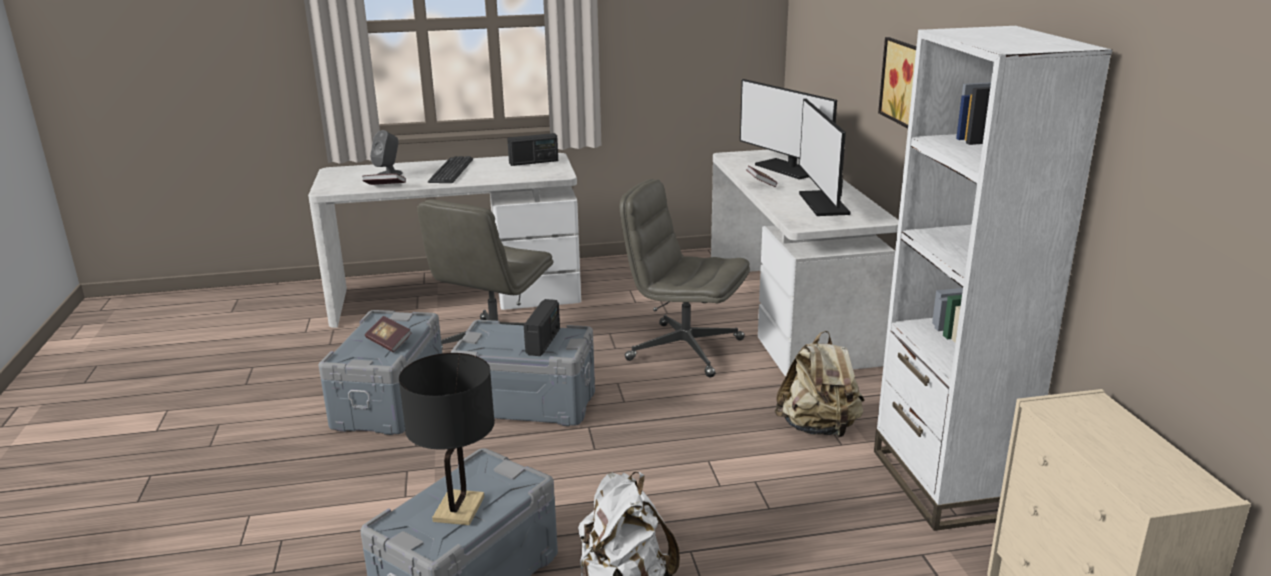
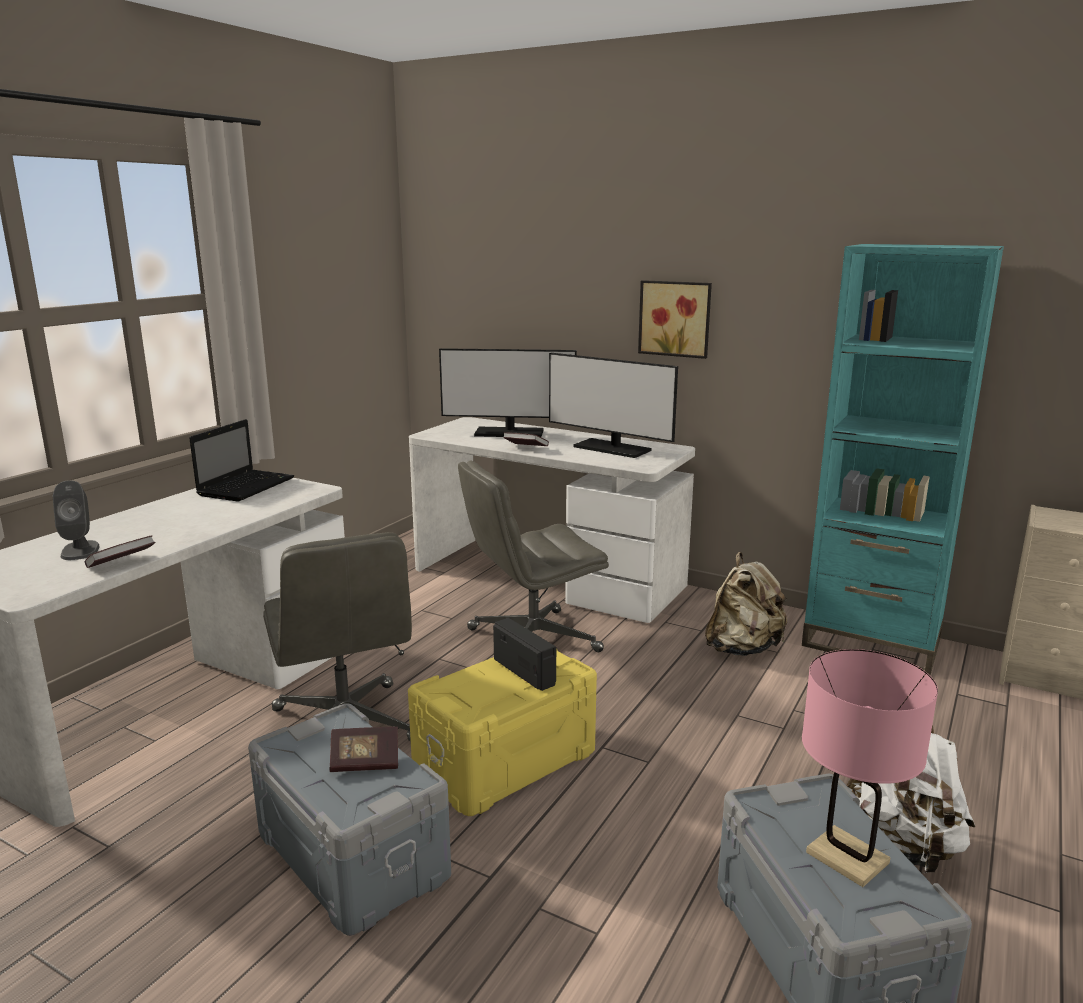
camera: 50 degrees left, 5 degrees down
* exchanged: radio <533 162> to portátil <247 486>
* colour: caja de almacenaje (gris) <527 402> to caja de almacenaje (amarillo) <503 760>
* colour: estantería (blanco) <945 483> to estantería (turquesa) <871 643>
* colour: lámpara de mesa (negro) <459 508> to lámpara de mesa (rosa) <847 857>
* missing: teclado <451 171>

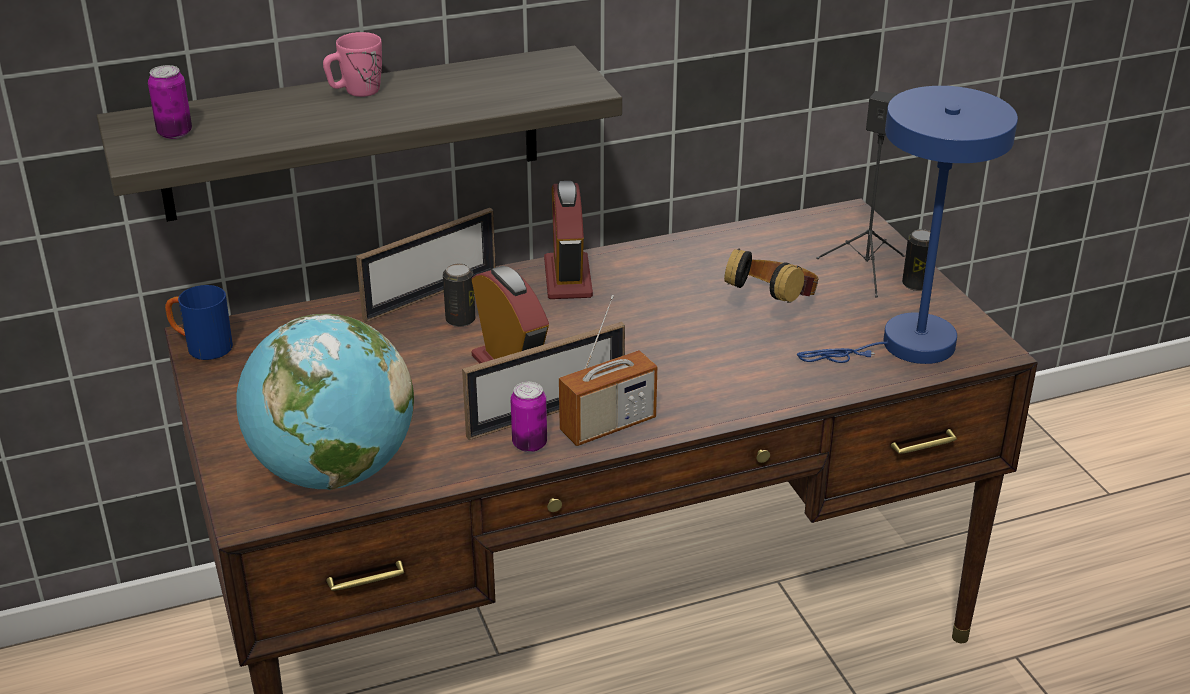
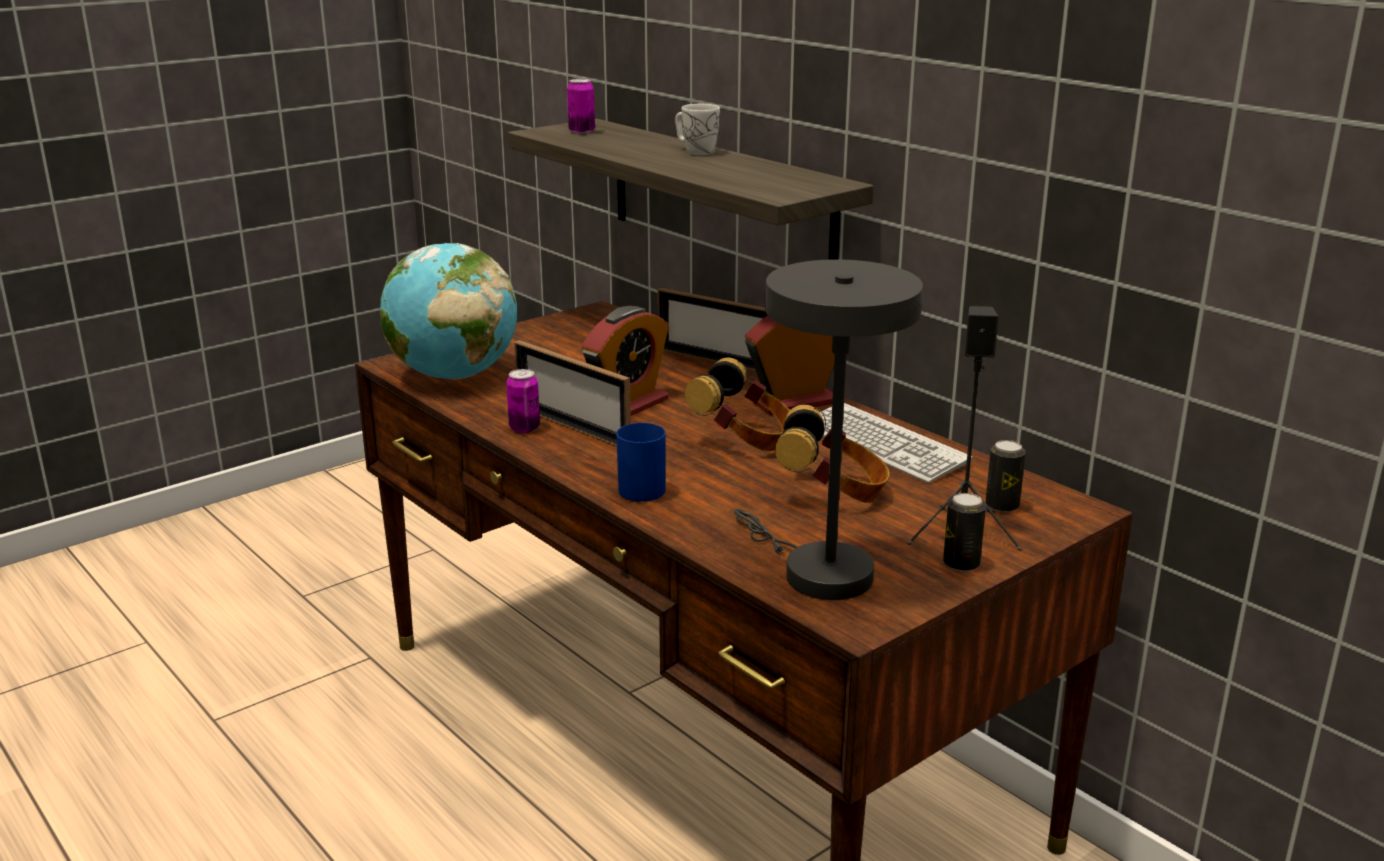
camera: 70 degrees right, 10 degrees down
* relocated: taza grande (azul) <201 347> to <641 487>
* colour: taza grande (rosa) <355 91> to taza grande (blanco) <695 151>
* appeared: auriculares <744 440>
* colour: lámpara de mesa (azul) <906 346> to lámpara de mesa (gris) <817 571>
* appeared: teclado <882 445>
* relocated: lata <460 320> to <1002 506>
* missing: radio <608 425>

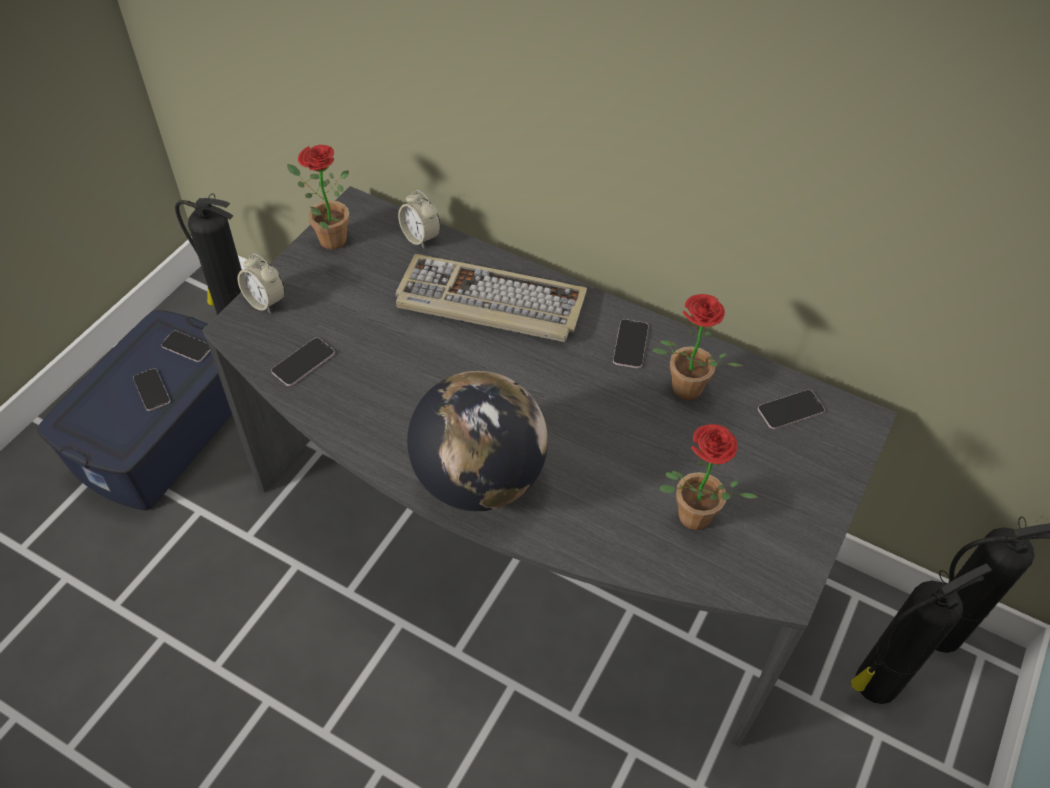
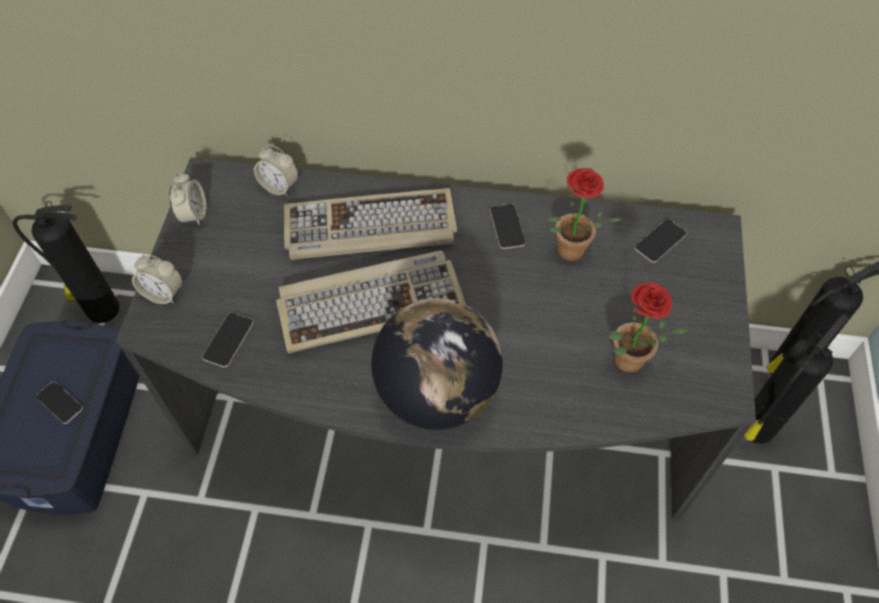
camera: 20 degrees left, 5 degrees up
* exchanged: planta en maceta <327 239> to despertador <193 214>
* appeared: teclado <371 303>
* missing: móvil <187 347>

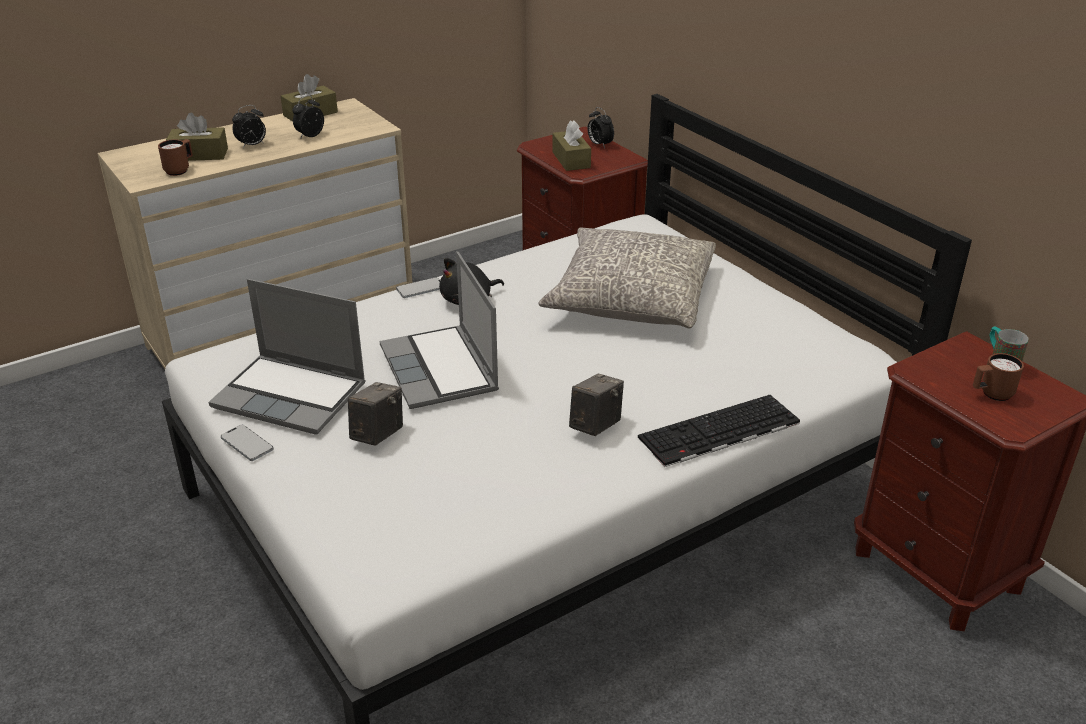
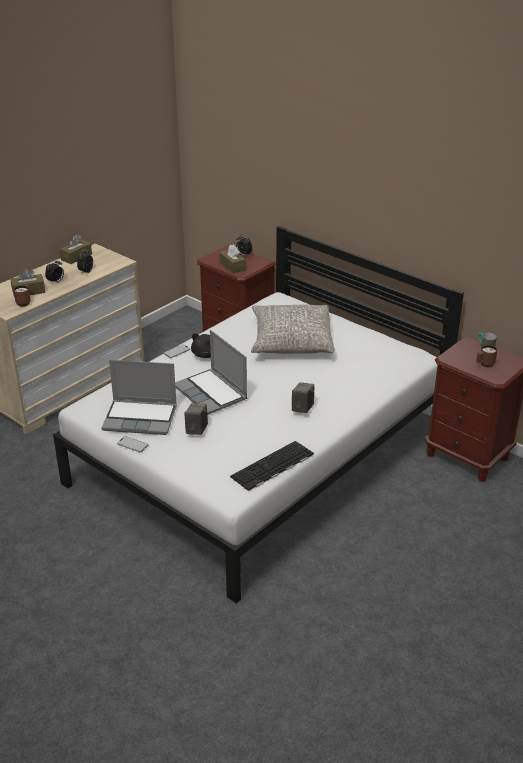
camera: 15 degrees left, 0 degrees up
* relocated: teclado <719 432> to <272 466>

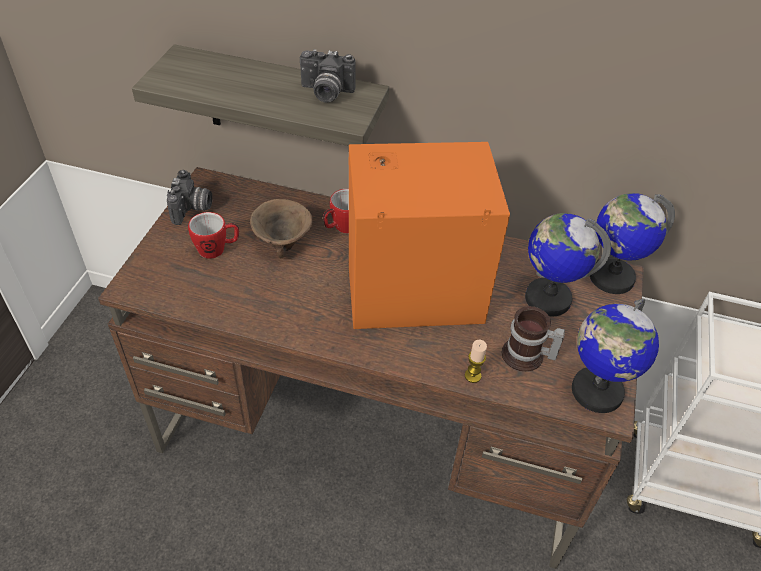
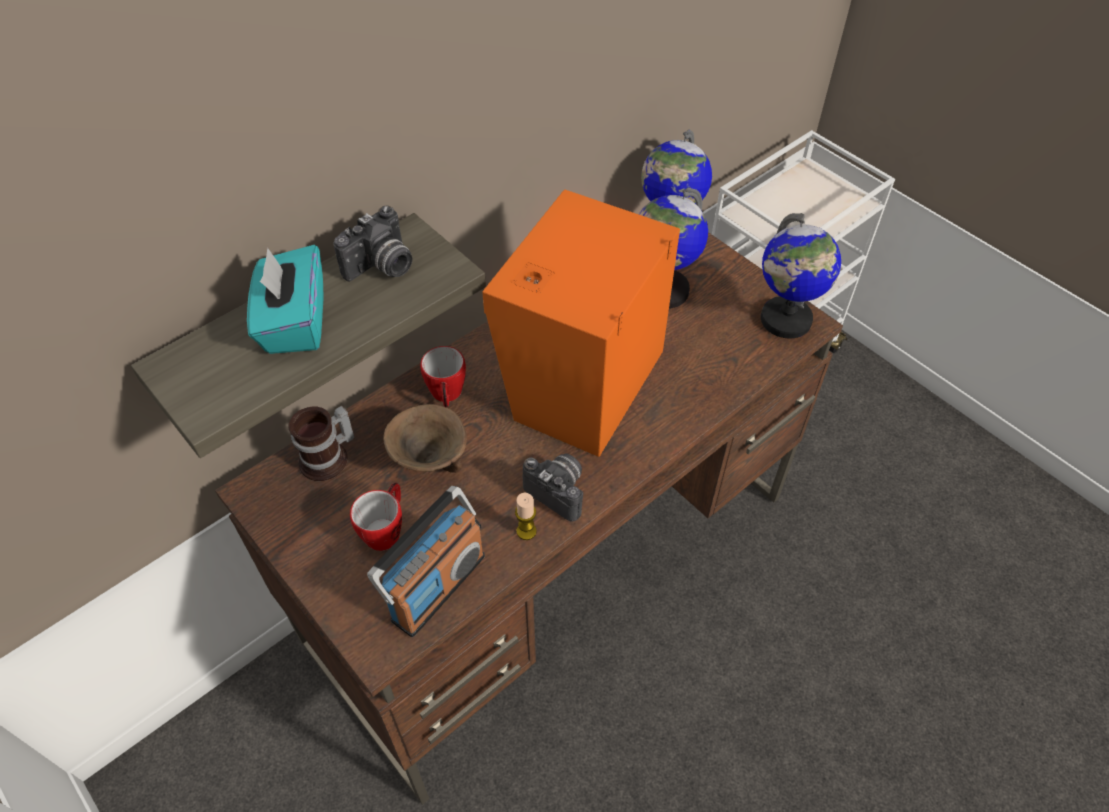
camera: 55 degrees left, 5 degrees up
* appeared: caja de pañuelos (turquesa) <294 323>
* relocated: taza grande <526 357> to <329 459>
* appeared: radio <437 587>
* relocated: vela <472 376> to <526 531>
* relocated: cámara <192 209> to <560 491>

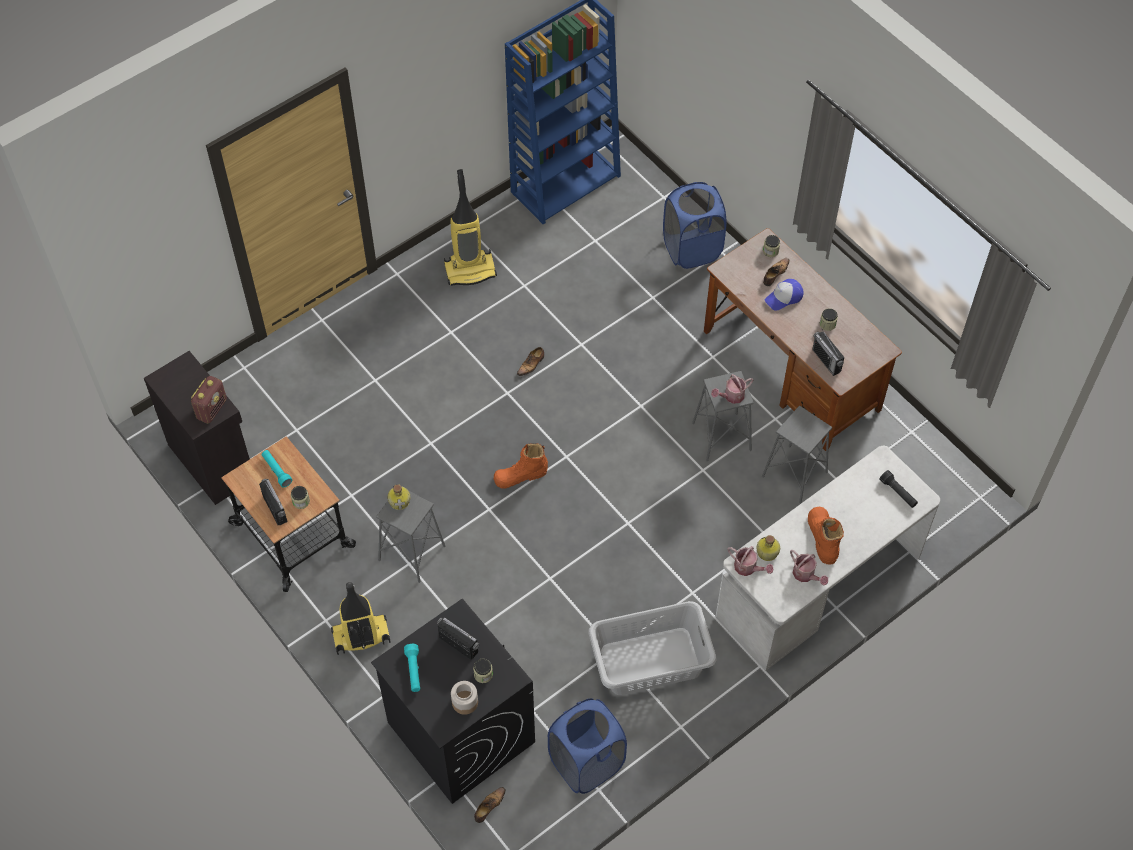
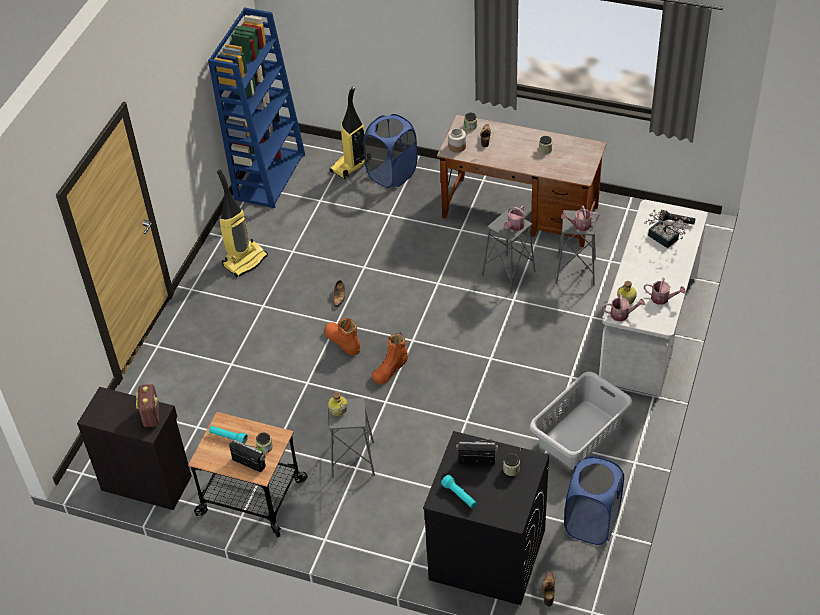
camera: 30 degrees left, 10 degrees down
* relocated: bota (naranja) <822 537> to <342 341>
* relocated: aspiradora <361 637> to <351 166>
* relocated: tarro <465 702> to <457 146>
* appeared: regadera <579 225>
* appeared: planta en maceta <665 239>
* missing: gorra <784 297>
* missing: radio <826 360>

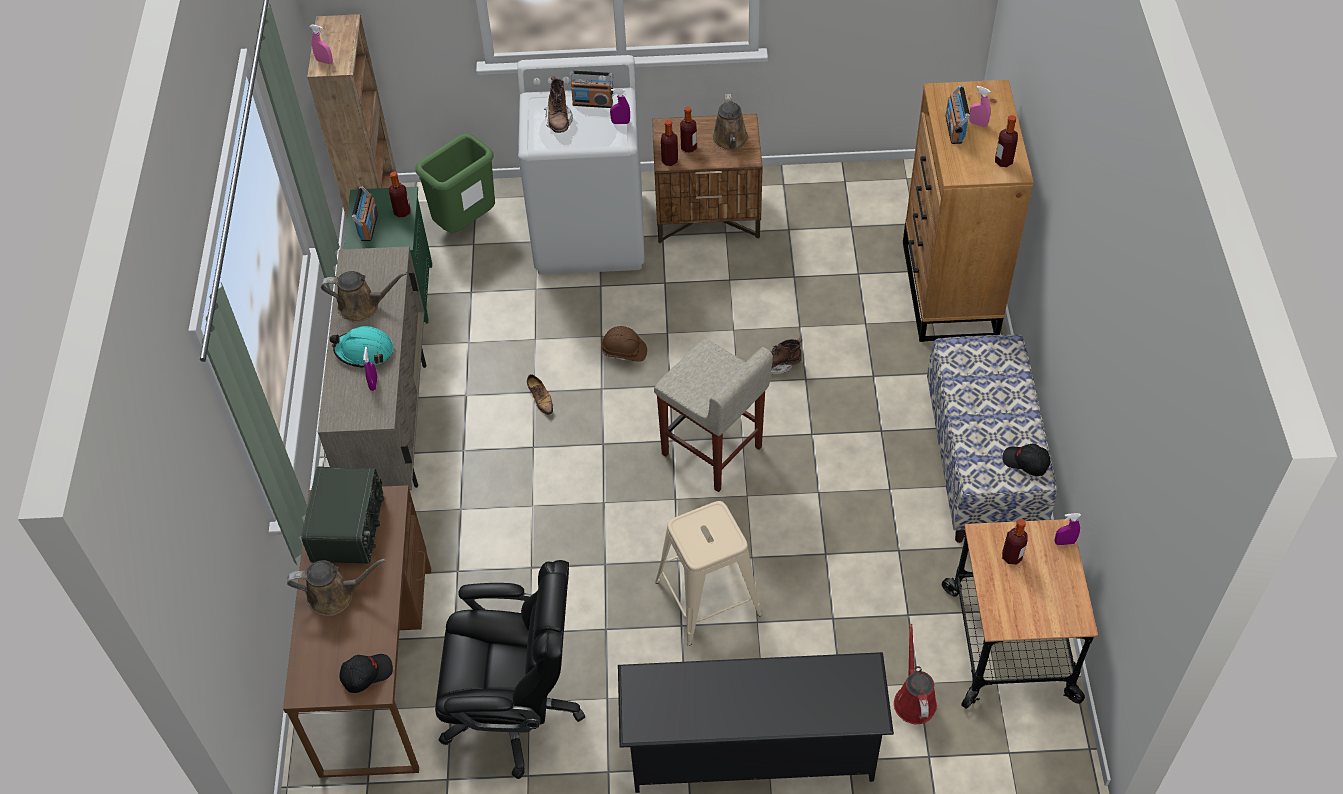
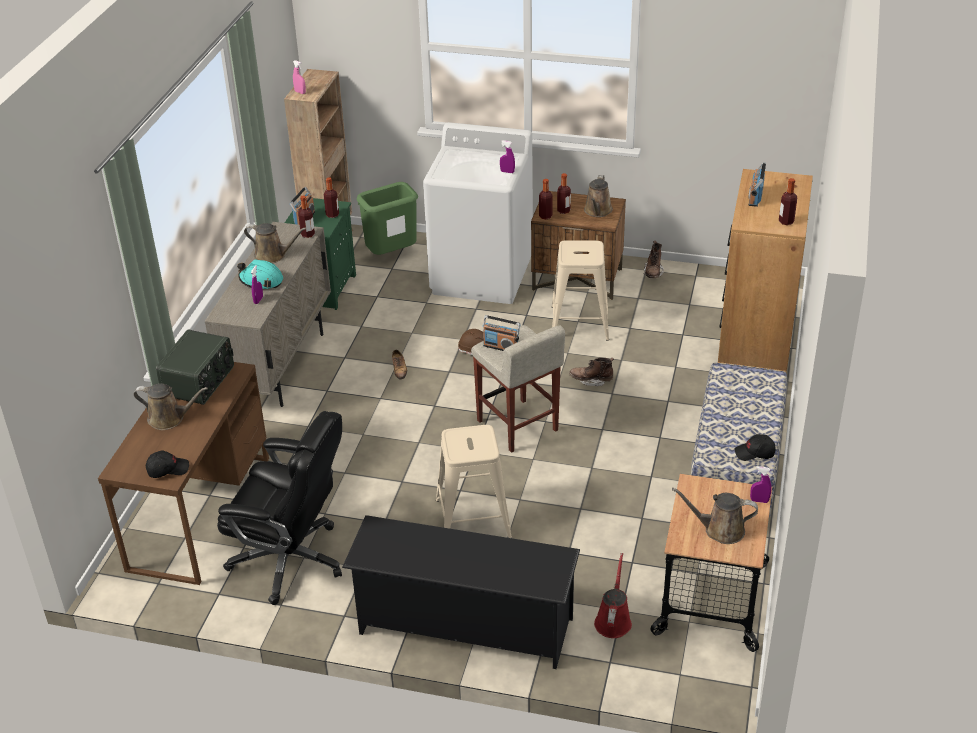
camera: 15 degrees right, 15 degrees down
* relocated: botella <1011 557> to <307 234>
* relocated: radio <592 103> to <501 347>
* appeared: taburete (beis) <580 323>
* relocated: bota (marrón) <559 120> to <653 273>
* appeared: regadera (marrón) <720 530>
* spun: gorra (negro) <1025 462> = <754 453> 45 degrees counterclockwise
* missing: pulverizador (rosa) <978 124>

